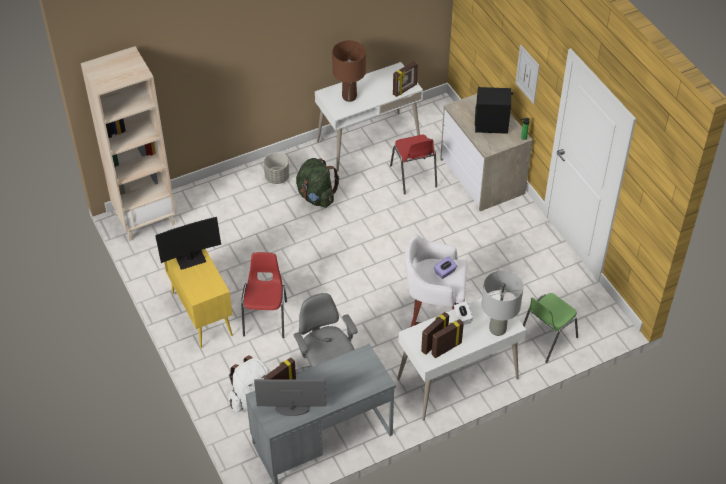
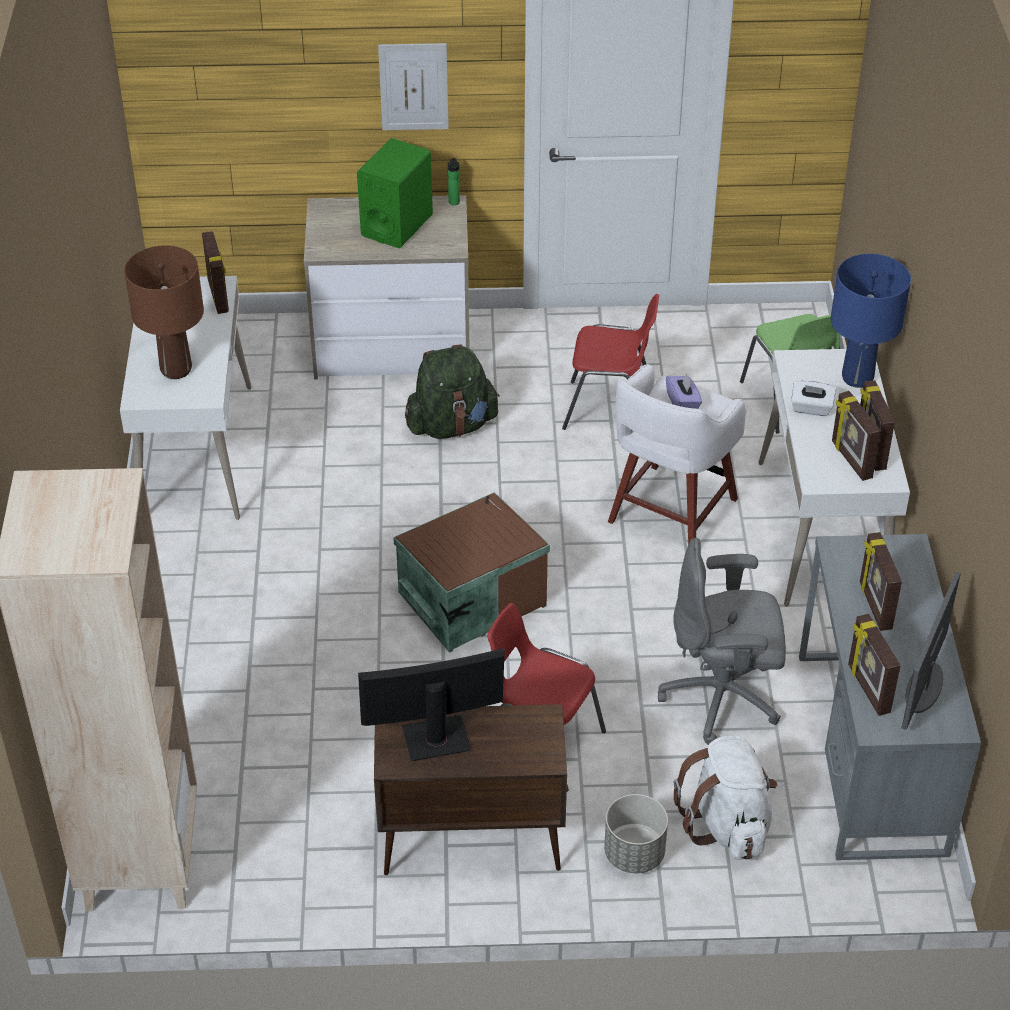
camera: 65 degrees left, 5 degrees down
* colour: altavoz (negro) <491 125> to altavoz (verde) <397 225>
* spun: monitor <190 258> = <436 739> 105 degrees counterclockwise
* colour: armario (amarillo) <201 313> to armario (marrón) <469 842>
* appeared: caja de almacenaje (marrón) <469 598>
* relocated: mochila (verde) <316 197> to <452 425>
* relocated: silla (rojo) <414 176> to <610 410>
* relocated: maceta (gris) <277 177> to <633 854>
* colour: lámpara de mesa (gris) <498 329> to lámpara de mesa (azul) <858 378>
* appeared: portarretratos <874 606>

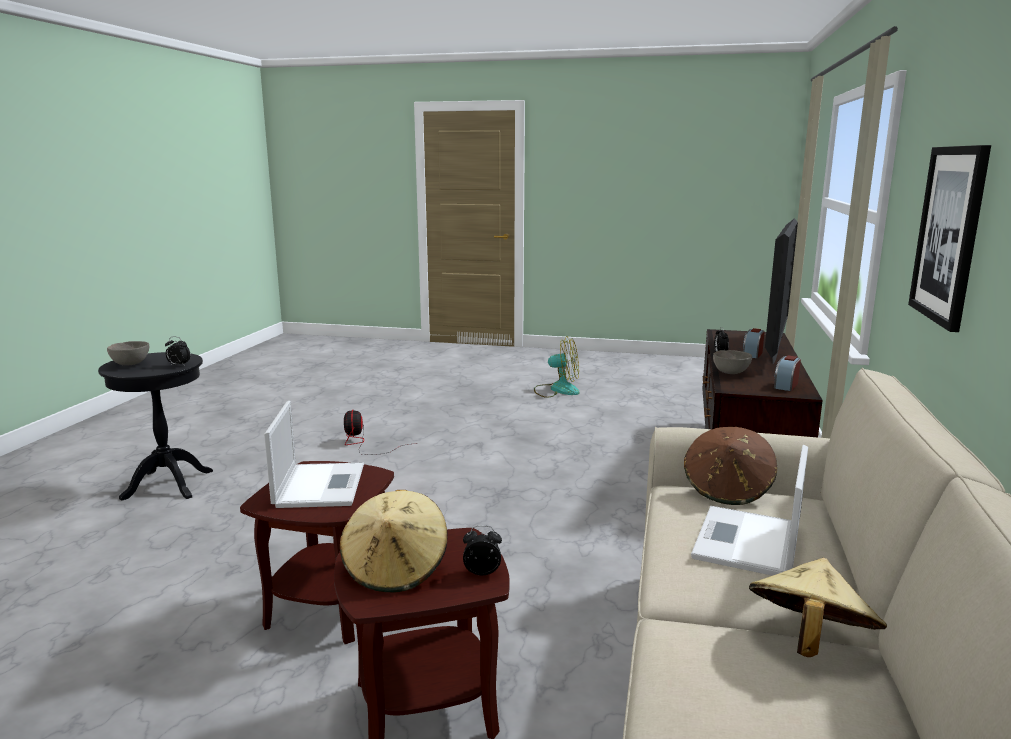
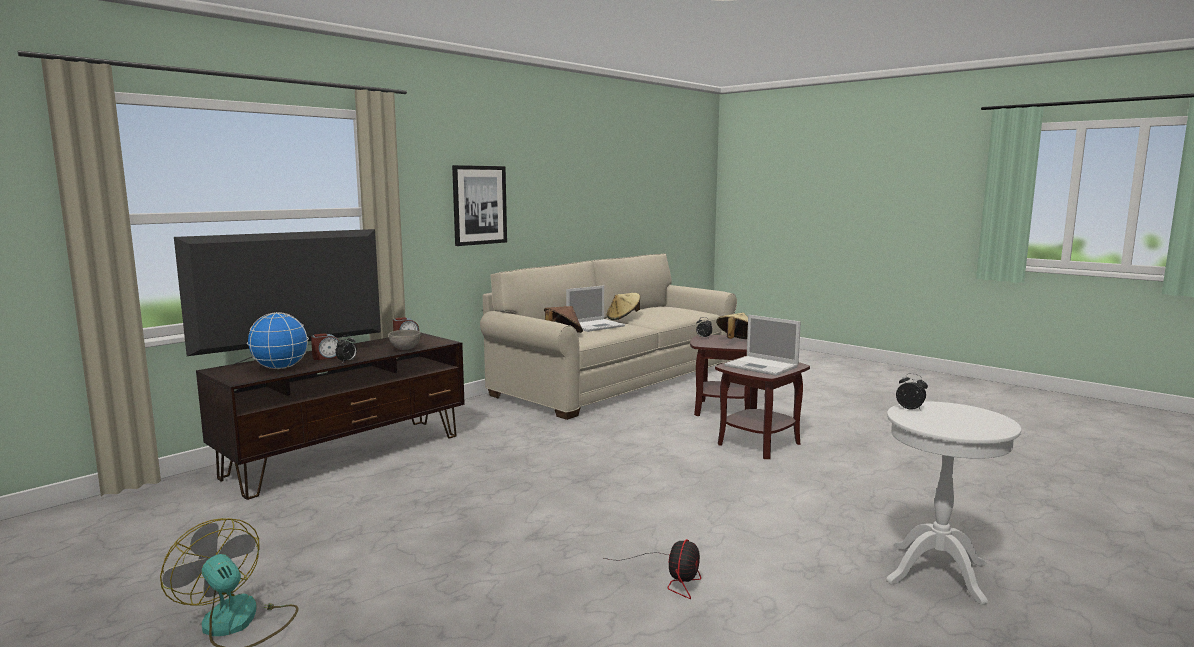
camera: 150 degrees left, 5 degrees down
* appeared: globo terráqueo <281 368>
* spun: portátil <320 485> = <762 366> 75 degrees counterclockwise
* colour: mesa auxiliar (negro) <168 484> to mesa auxiliar (blanco) <937 573>
* missing: cuenco (gris) <130 364>

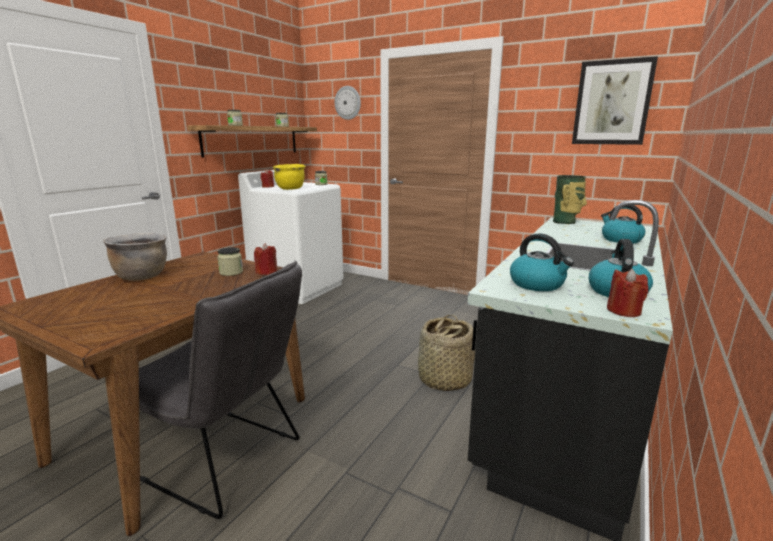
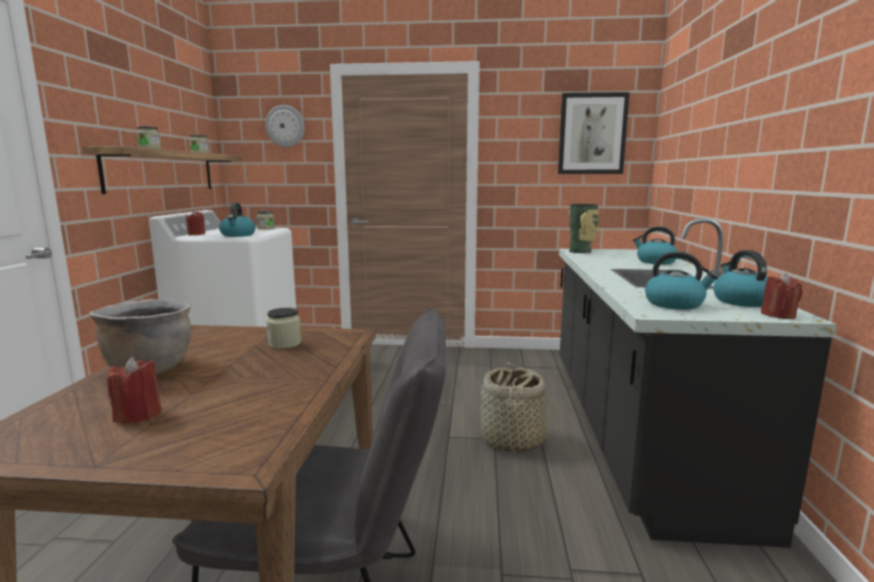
camera: 25 degrees left, 5 degrees down
* relocated: vela (rojo) <267 272> to <138 415>
* exchanged: olla (amarillo) <290 189> to hervidor <238 235>

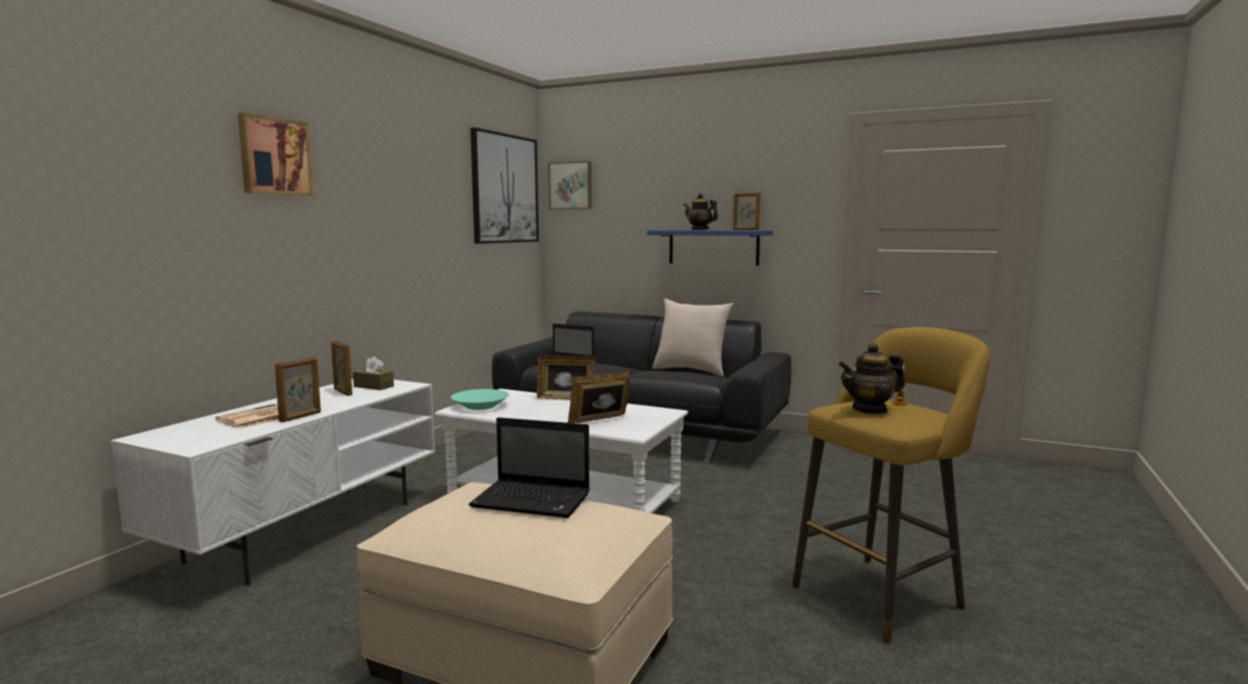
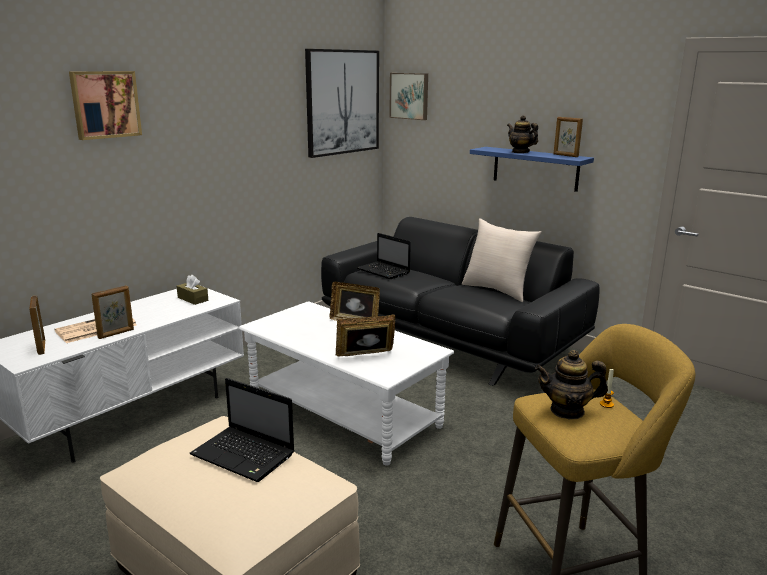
camera: 15 degrees right, 10 degrees up
* relocated: portarretratos <342 392> to <41 347>
* missing: cuenco (turquesa) <480 406>

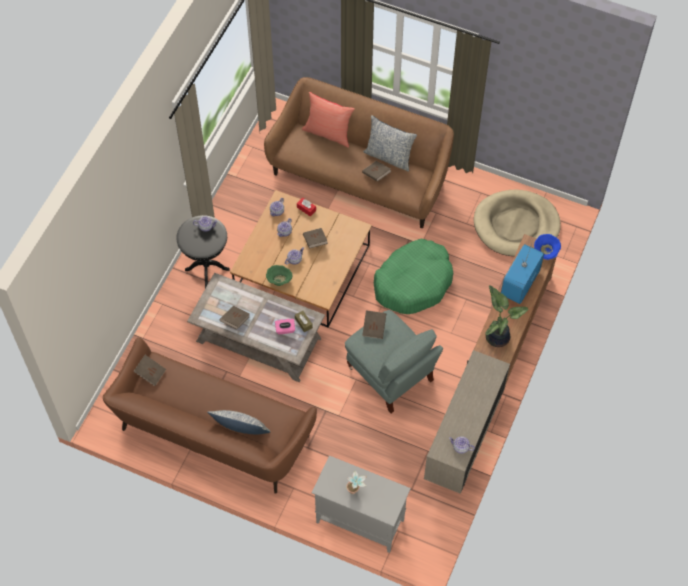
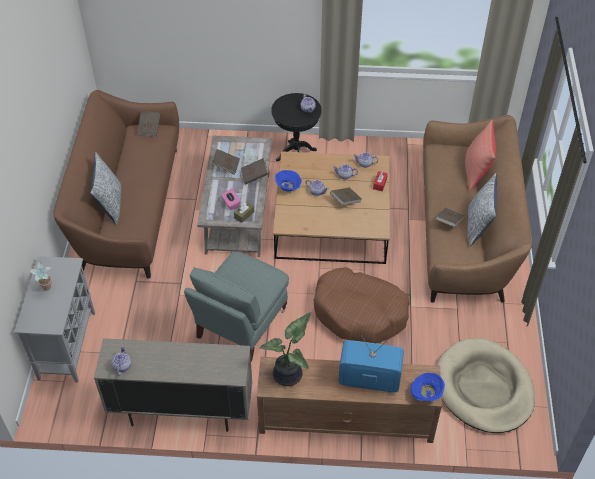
camera: 70 degrees right, 10 degrees down
* relocated: libro (marrón) <374 328> to <254 176>
* colour: cuenco (verde) <279 280> to cuenco (azul) <288 187>
* colour: cama para perro (verde) <413 282> to cama para perro (marrón) <359 313>

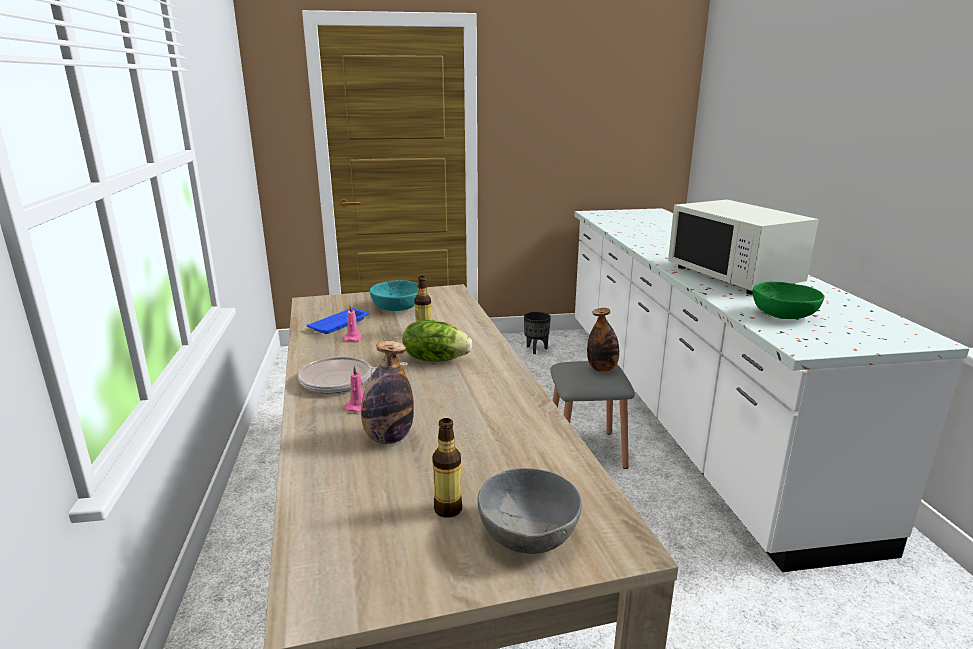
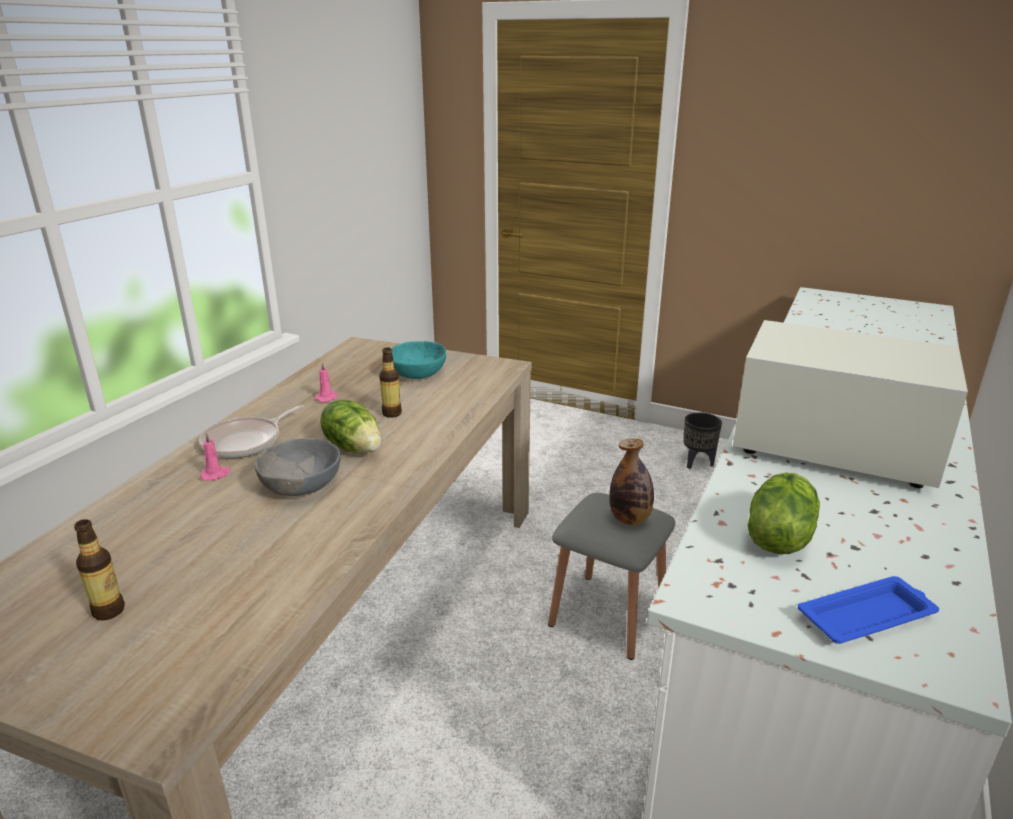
camera: 35 degrees right, 5 degrees up
* spun: sartén <340 380> = <246 442> 75 degrees counterclockwise
* relocated: cuenco (gris) <529 533> to <302 485>
* spun: microondas (blanco) <733 276> = <831 449> 105 degrees clockwise
* exchanged: cuenco (verde) <784 315> to lechuga <777 537>
* relocated: bandeja (azul) <340 324> to <868 616>
* missing: botella <388 438>

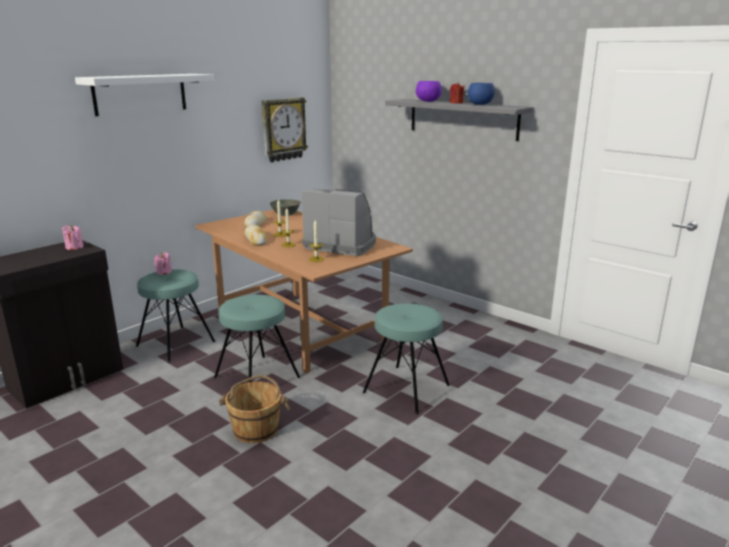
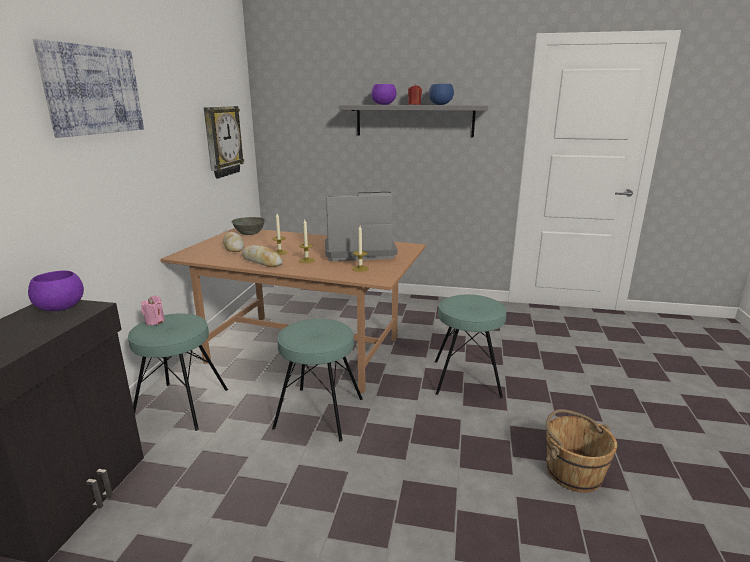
camera: 30 degrees left, 0 degrees up
* exchanged: vela (rosa) <74 247> to cuenco (morado) <61 308>
* exchanged: estante (blanco) <140 94> to cuadro <93 90>
* relocated: cubo (marrón) <256 428> to <573 472>

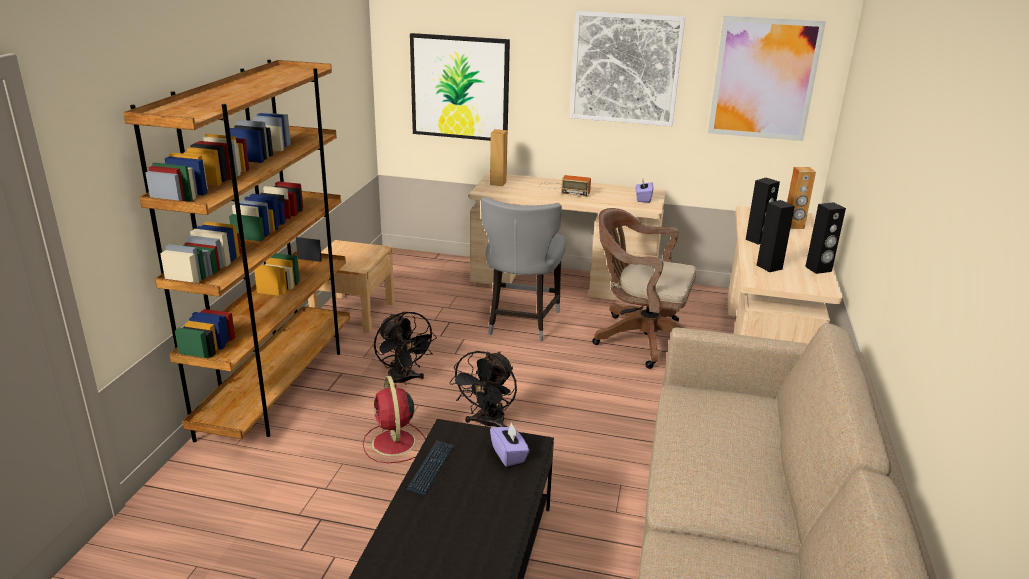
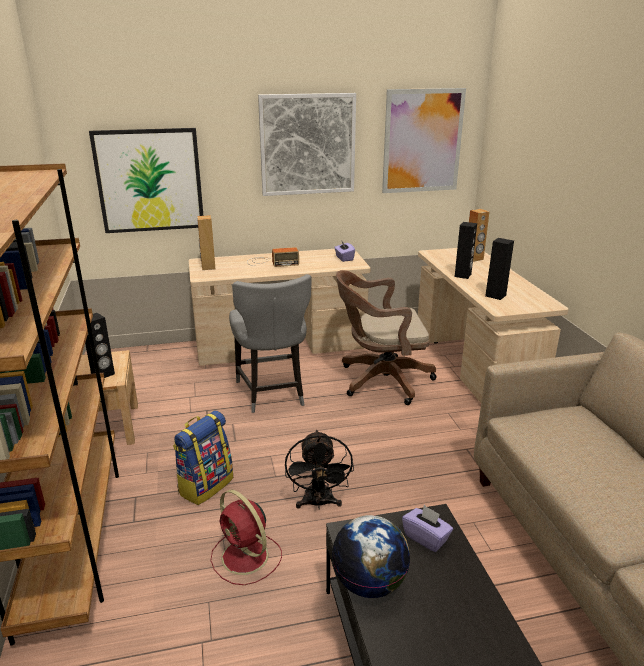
camera: 25 degrees left, 0 degrees up
* relocated: altavoz (negro) <818 269> to <103 374>
* exchanged: ventilador (negro) <403 381> to mochila <205 485>
* exchanged: teclado <431 468> to globo terráqueo <369 583>

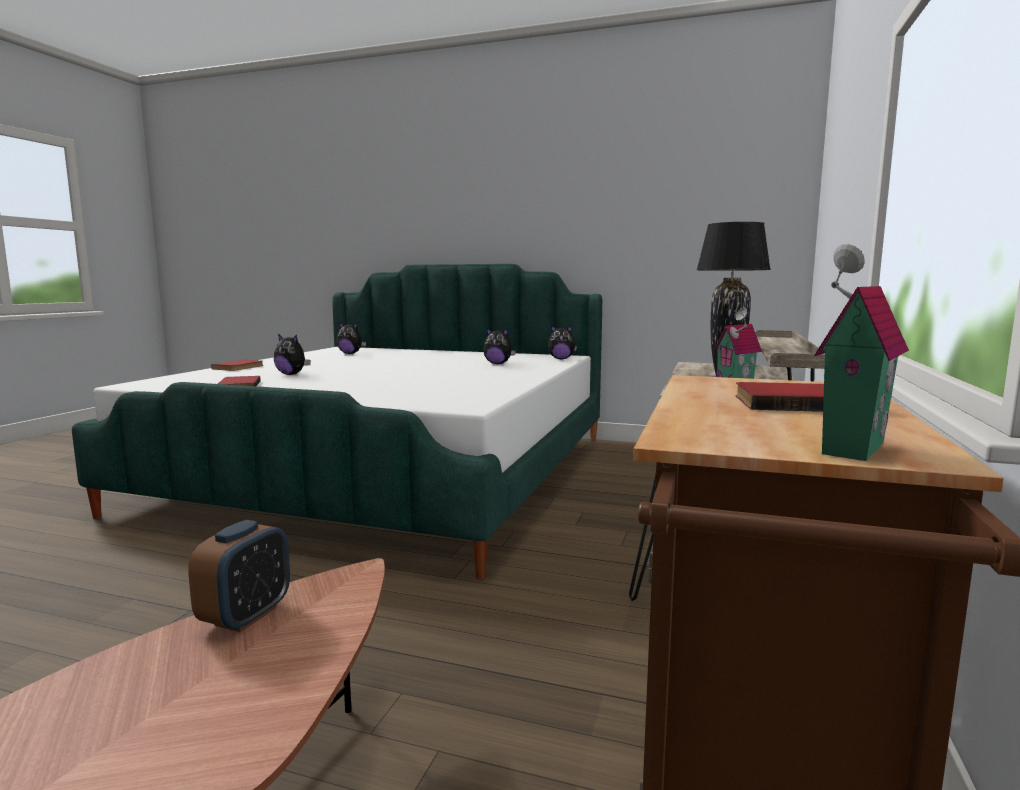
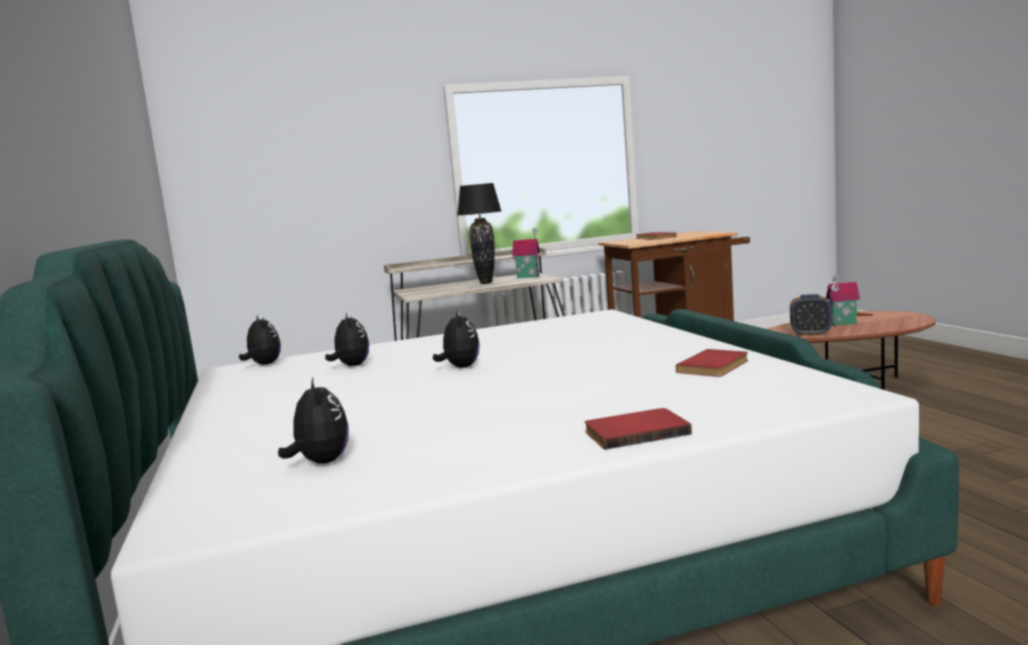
camera: 125 degrees left, 0 degrees up
* relocated: peluche <292 374> to <460 367>
* spun: despertador <246 616> = <810 333> 150 degrees counterclockwise
* relocated: casita <846 447> to <843 324>

